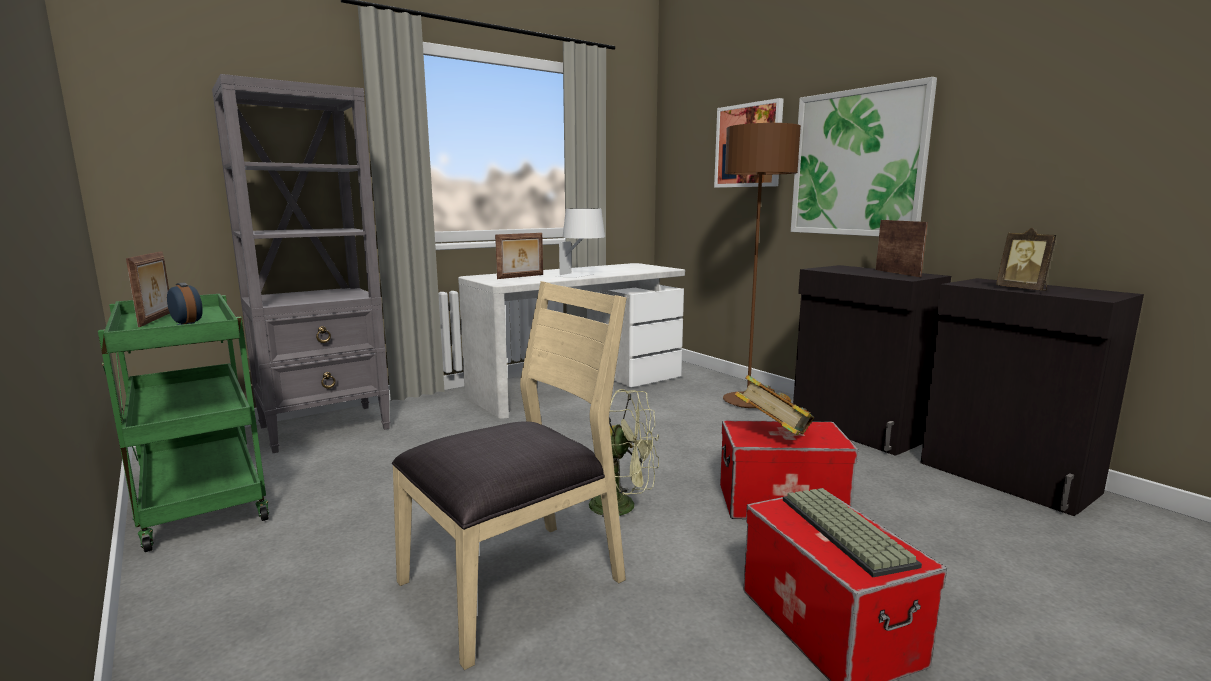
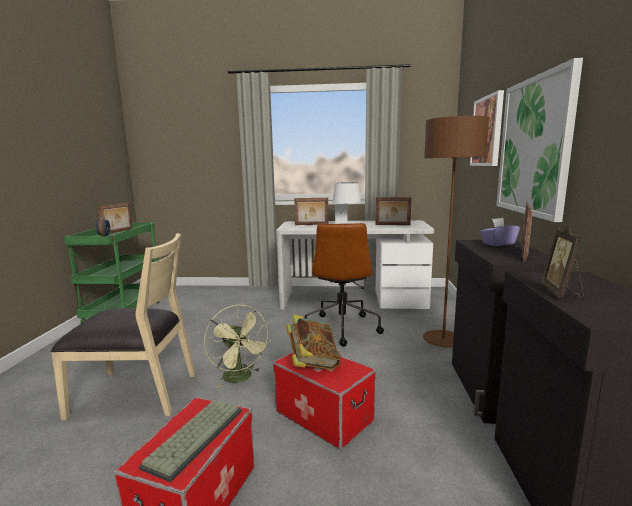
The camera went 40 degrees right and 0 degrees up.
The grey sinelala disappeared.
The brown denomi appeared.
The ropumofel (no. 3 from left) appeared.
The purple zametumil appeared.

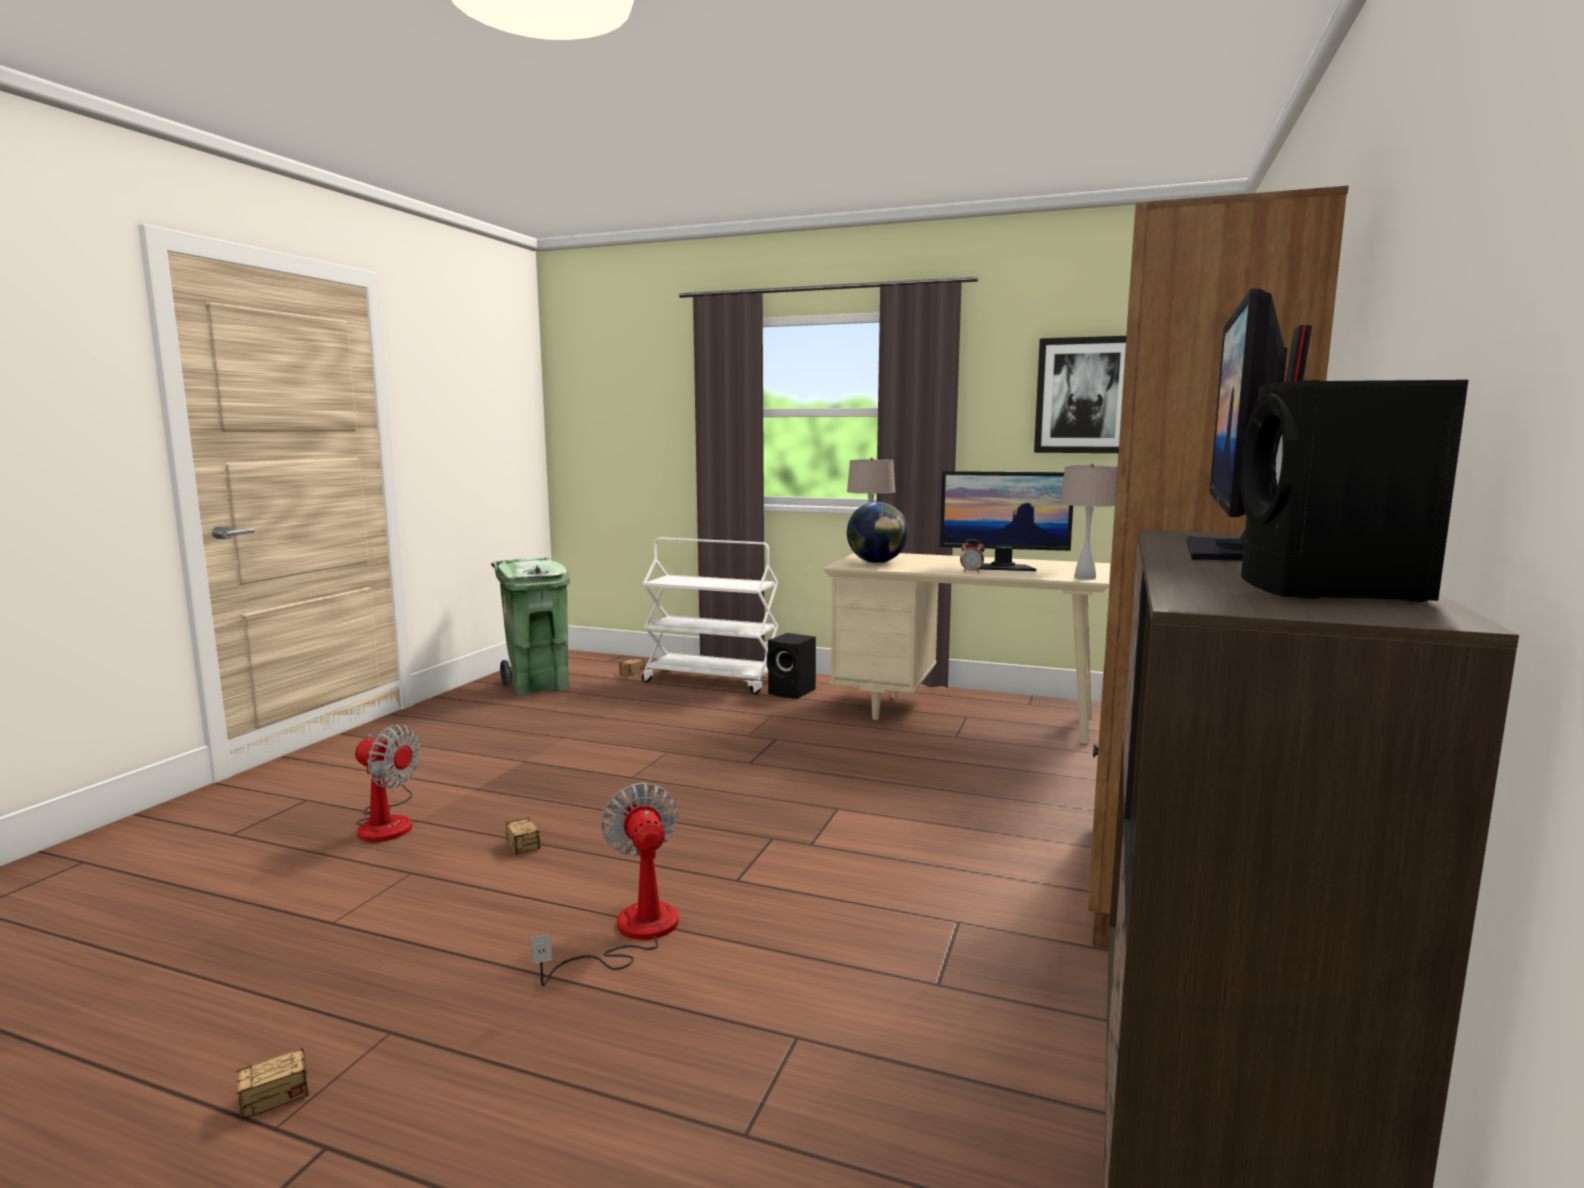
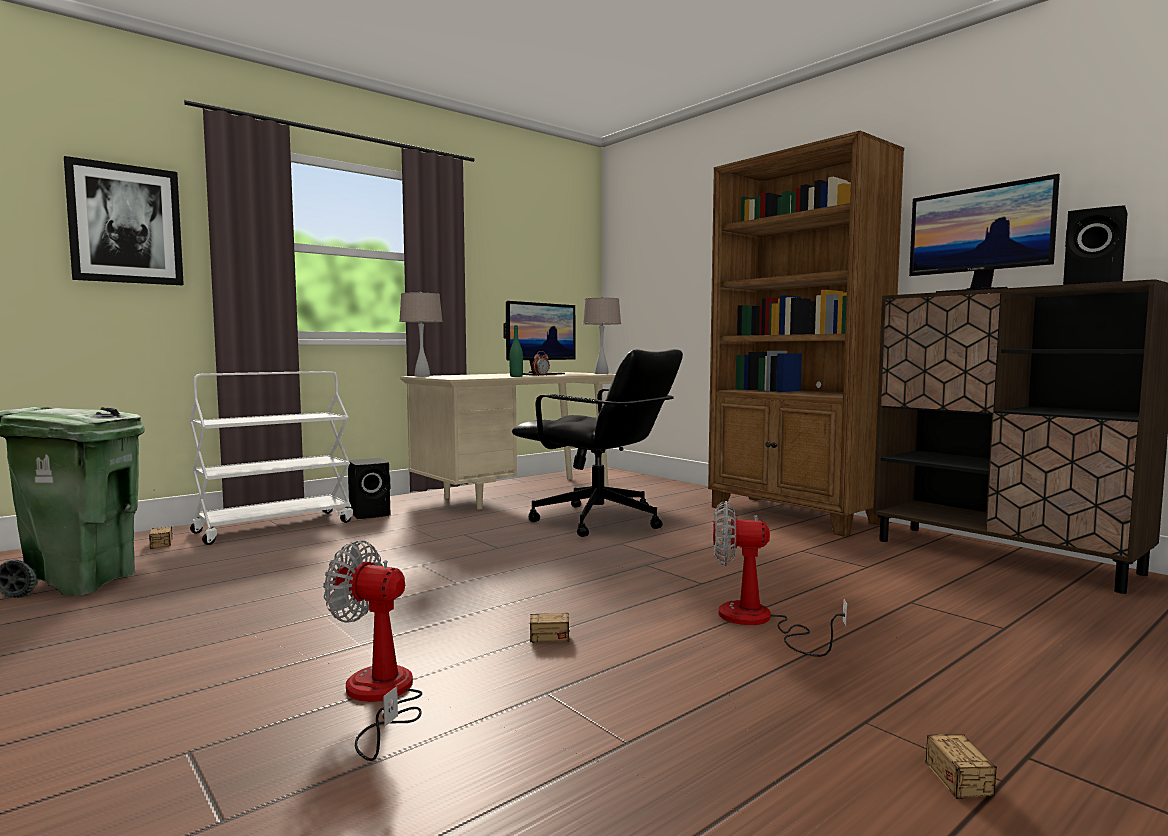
The camera went 60 degrees left and 5 degrees down.
The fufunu disappeared.
The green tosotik appeared.
The black denomi appeared.
The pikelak moved.
The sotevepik (no. 1 from left) turned 120 degrees counterclockwise.

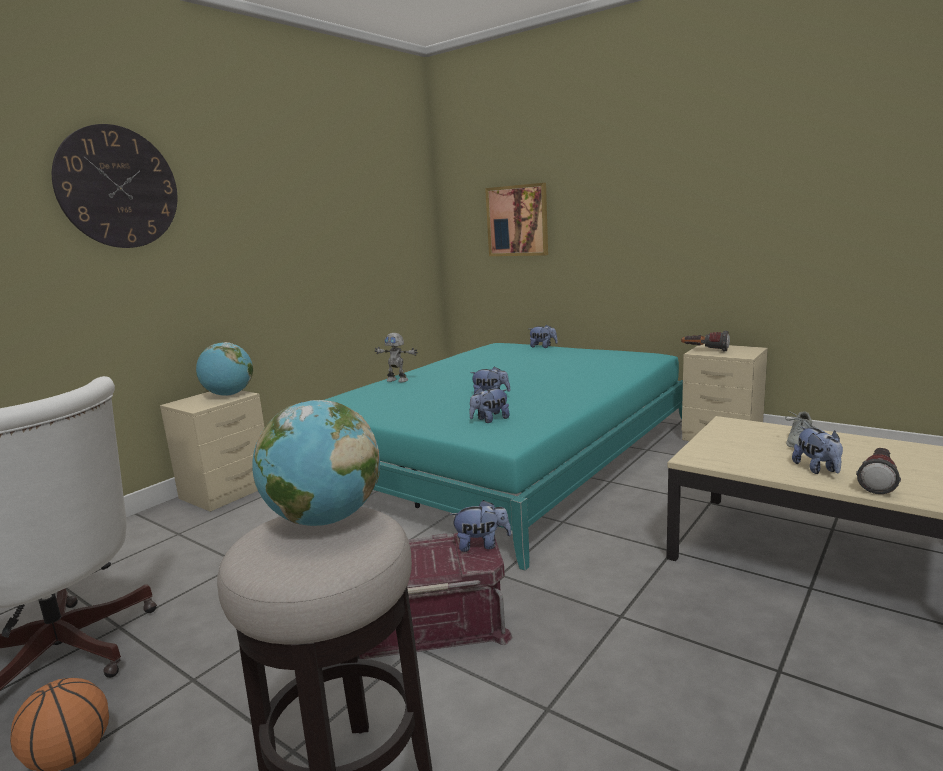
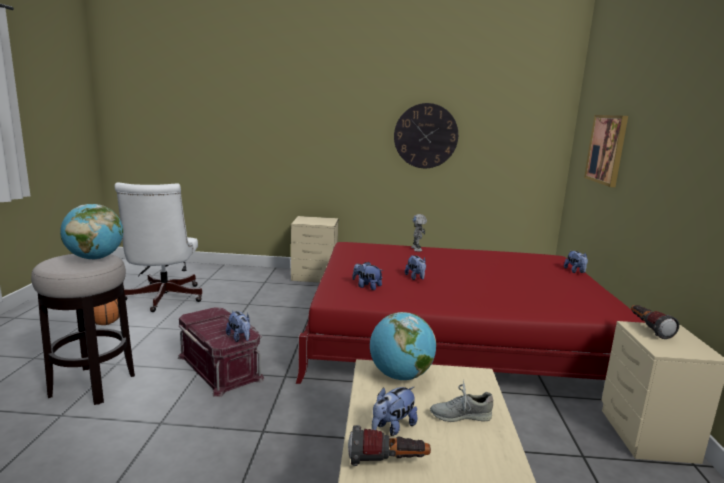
The camera went 55 degrees right and 0 degrees up.
The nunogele moved.
The fufunu (no. 1 from left in the first image) moved.
The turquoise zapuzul became the red zapuzul.

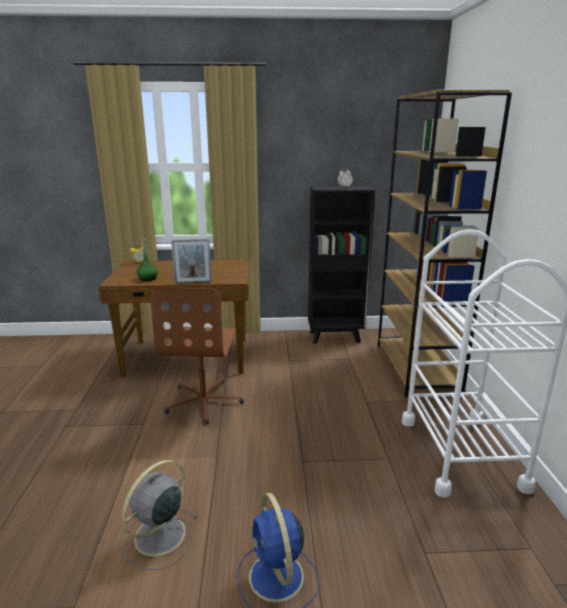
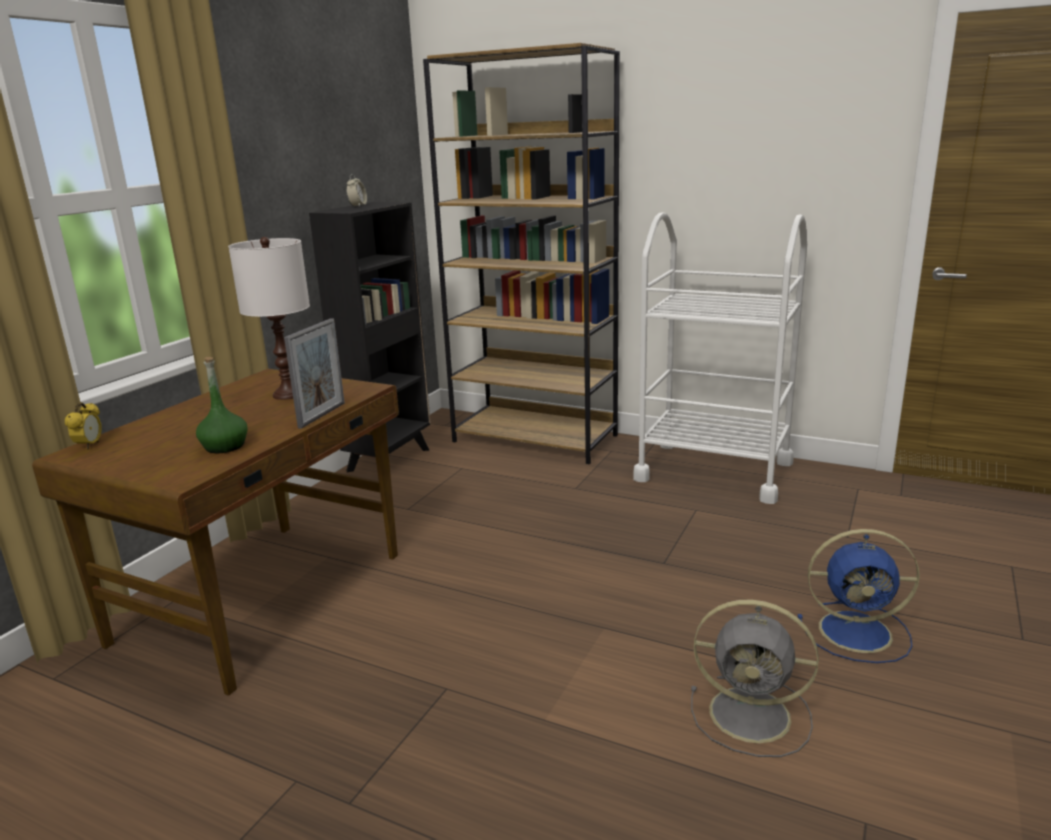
The camera went 60 degrees left and 0 degrees up.
The brown denomi disappeared.
The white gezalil appeared.
The grey sotevepik turned 45 degrees counterclockwise.

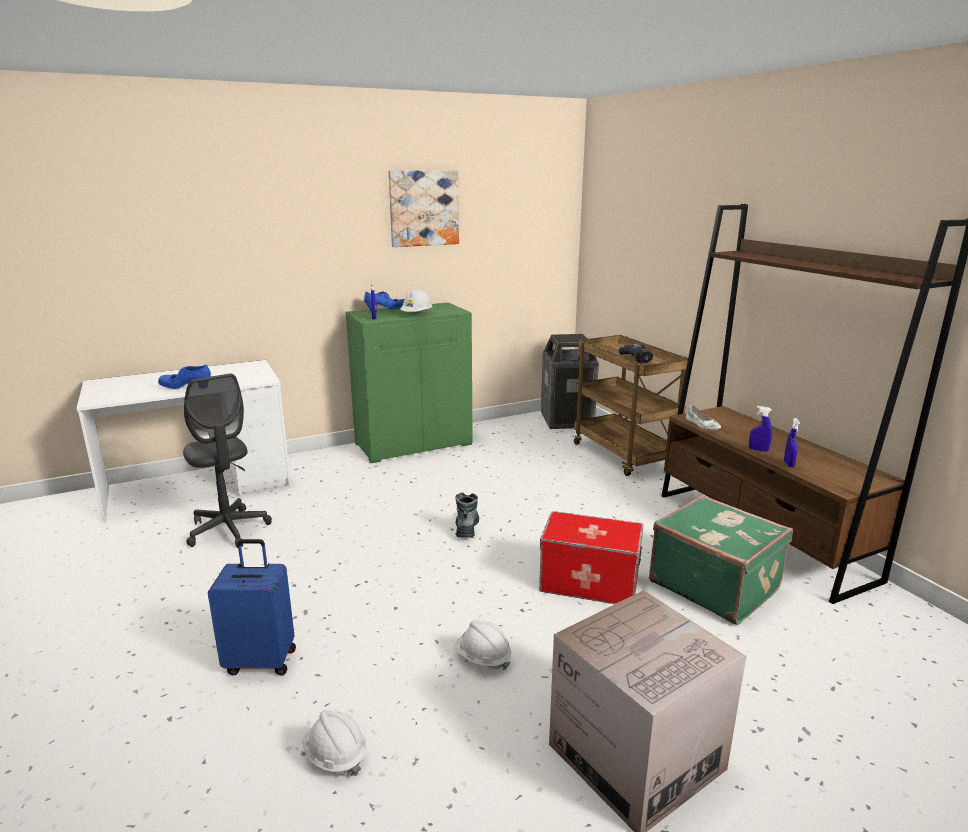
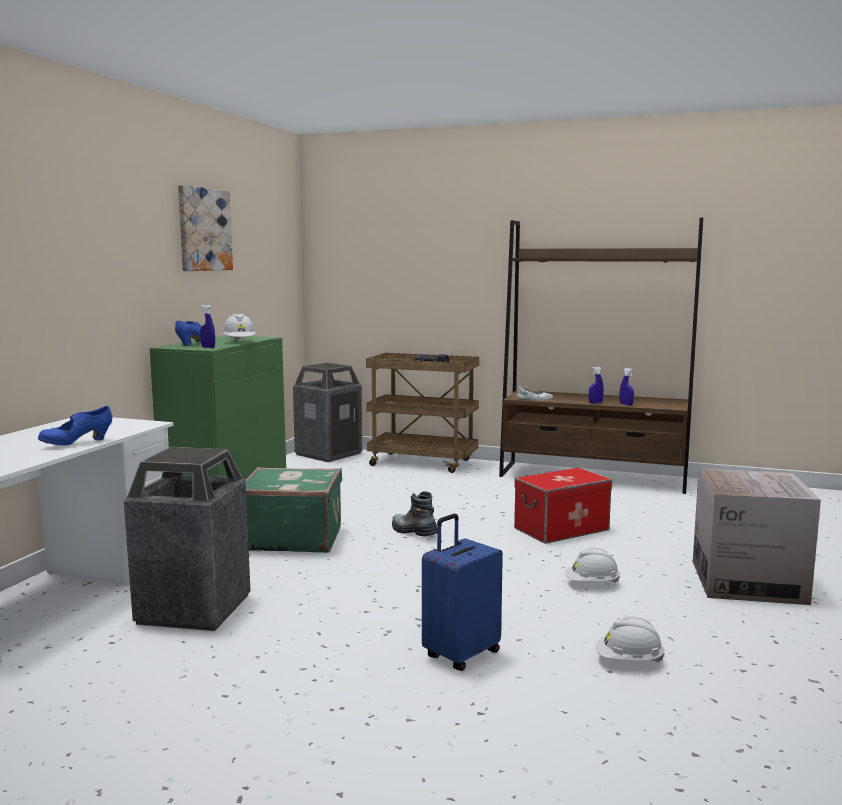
The camera went 45 degrees left and 10 degrees down.
The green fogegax moved.
The grey denomi was replaced by the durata (no. 1 from left).

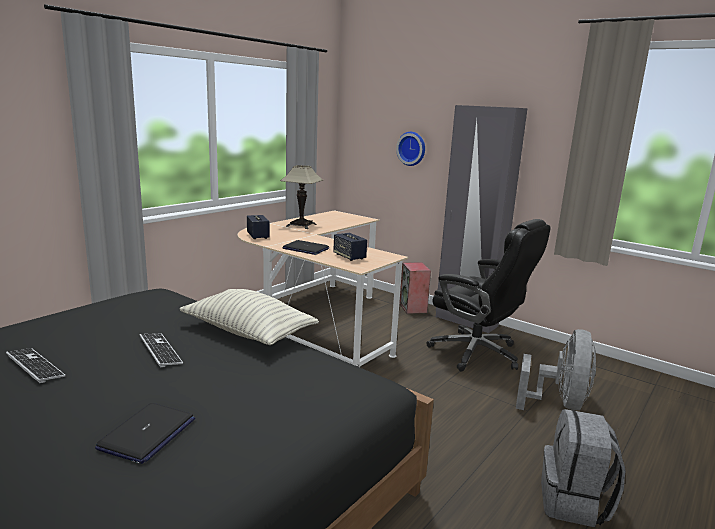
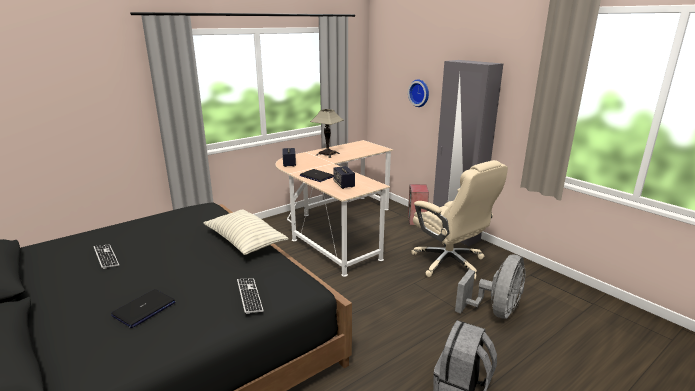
The camera went 15 degrees right and 5 degrees up.
The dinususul (no. 2 from left) moved.
The black denomi became the beige denomi.

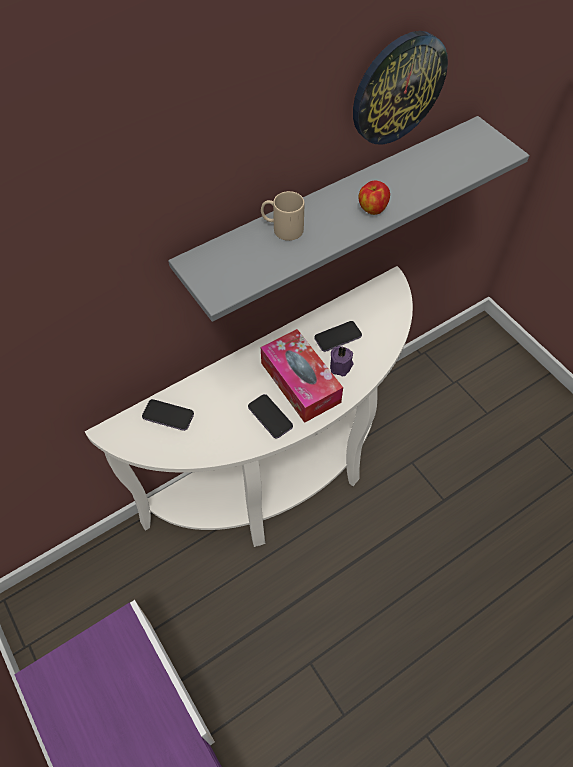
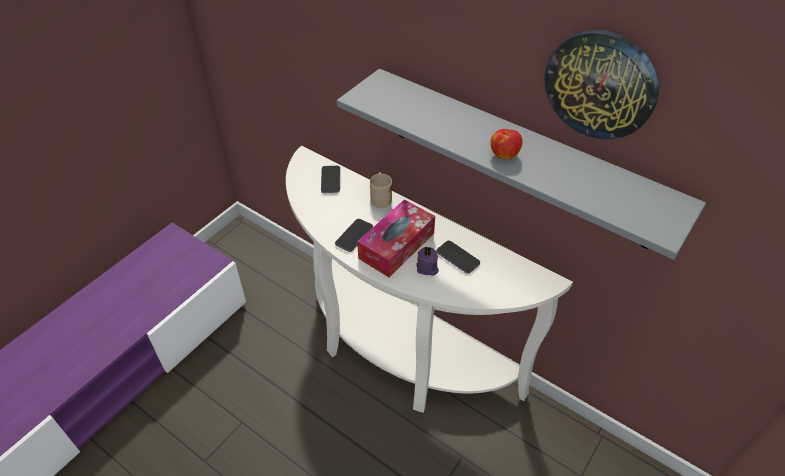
The camera went 70 degrees right and 10 degrees down.
The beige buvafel moved.

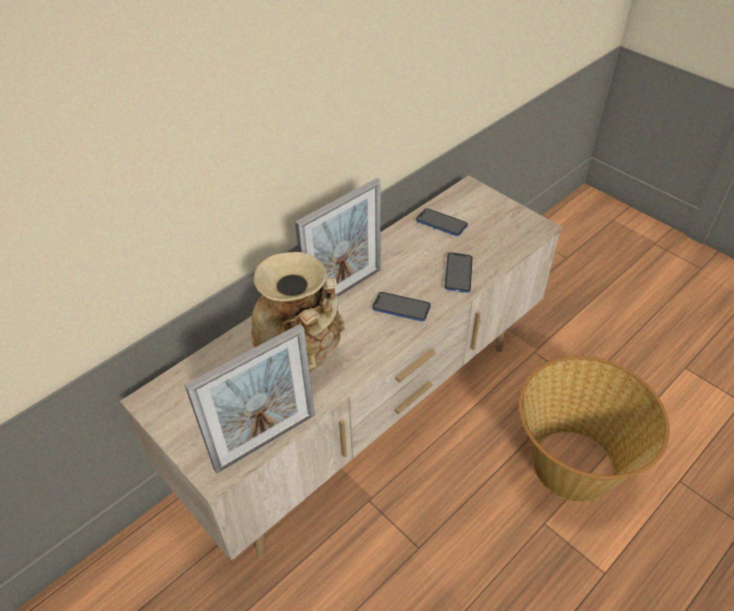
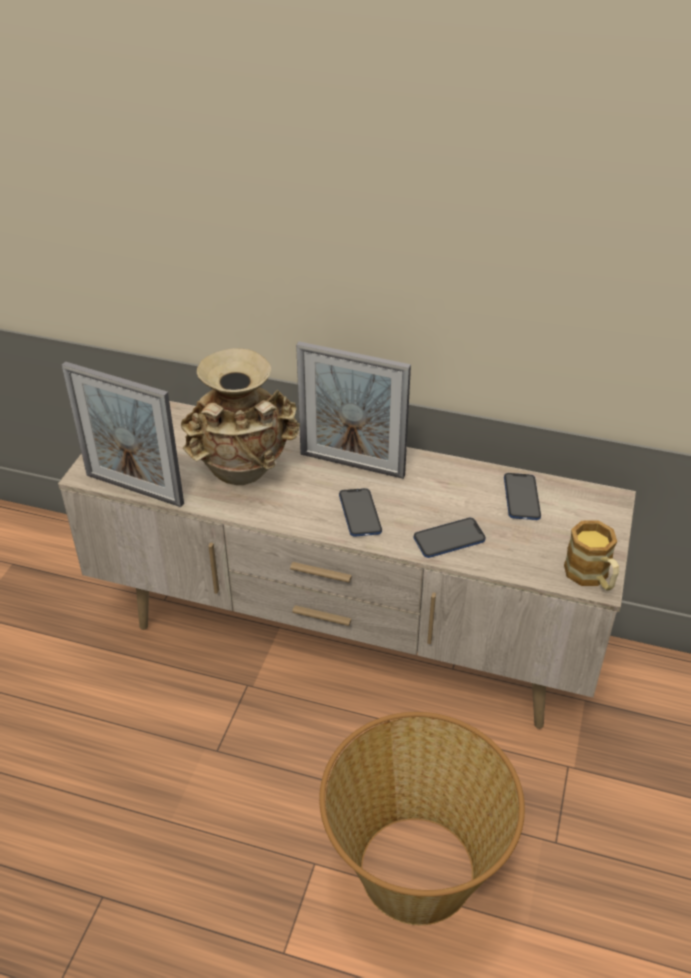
The camera went 60 degrees right and 5 degrees down.
The buvafel appeared.

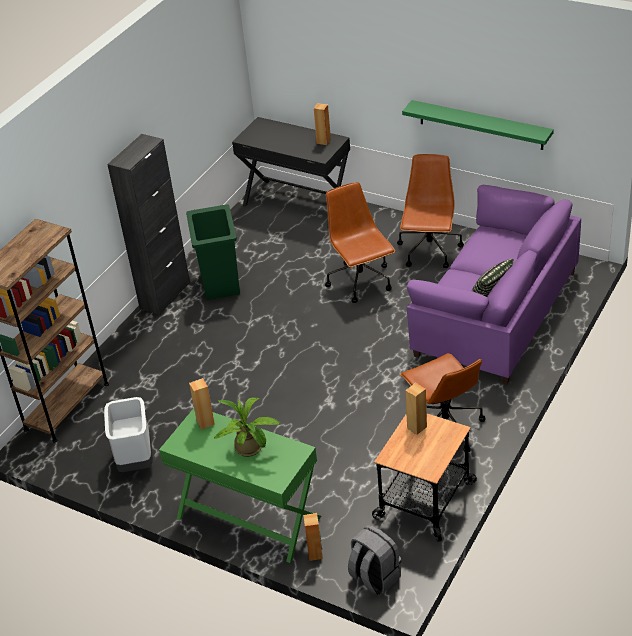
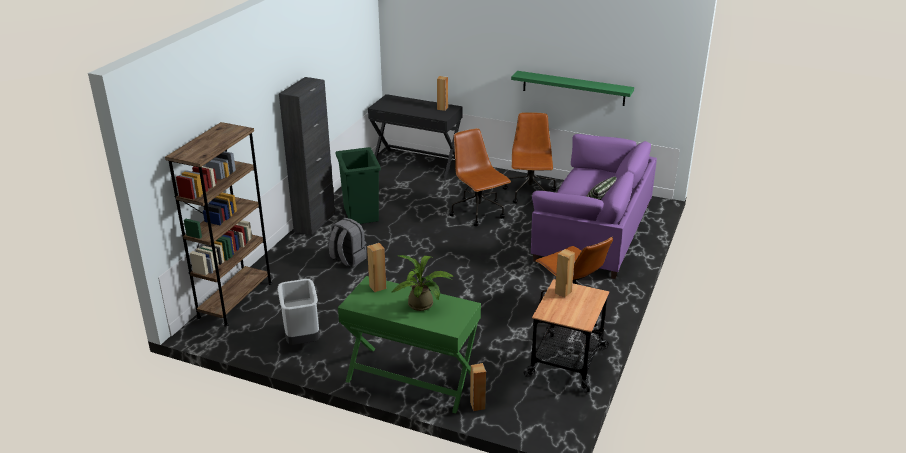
The camera went 10 degrees left and 10 degrees down.
The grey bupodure moved.

